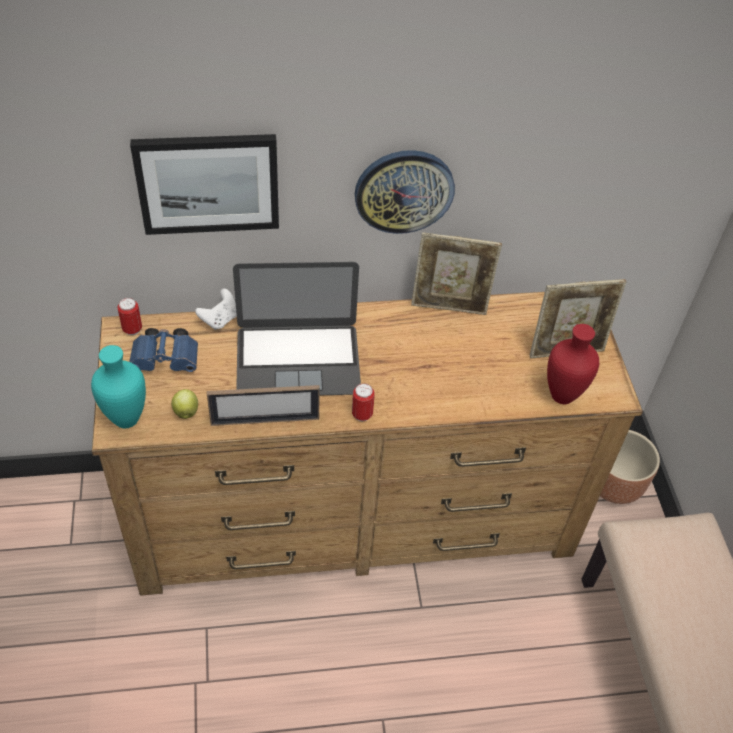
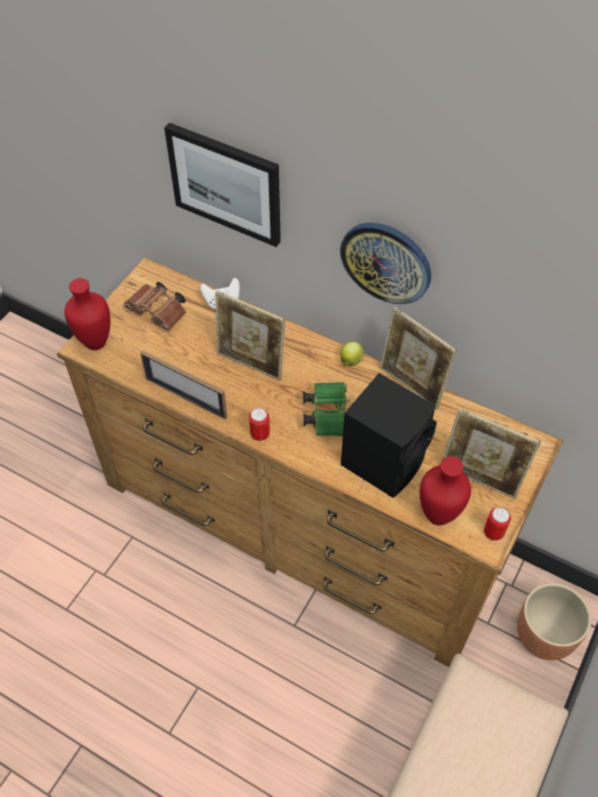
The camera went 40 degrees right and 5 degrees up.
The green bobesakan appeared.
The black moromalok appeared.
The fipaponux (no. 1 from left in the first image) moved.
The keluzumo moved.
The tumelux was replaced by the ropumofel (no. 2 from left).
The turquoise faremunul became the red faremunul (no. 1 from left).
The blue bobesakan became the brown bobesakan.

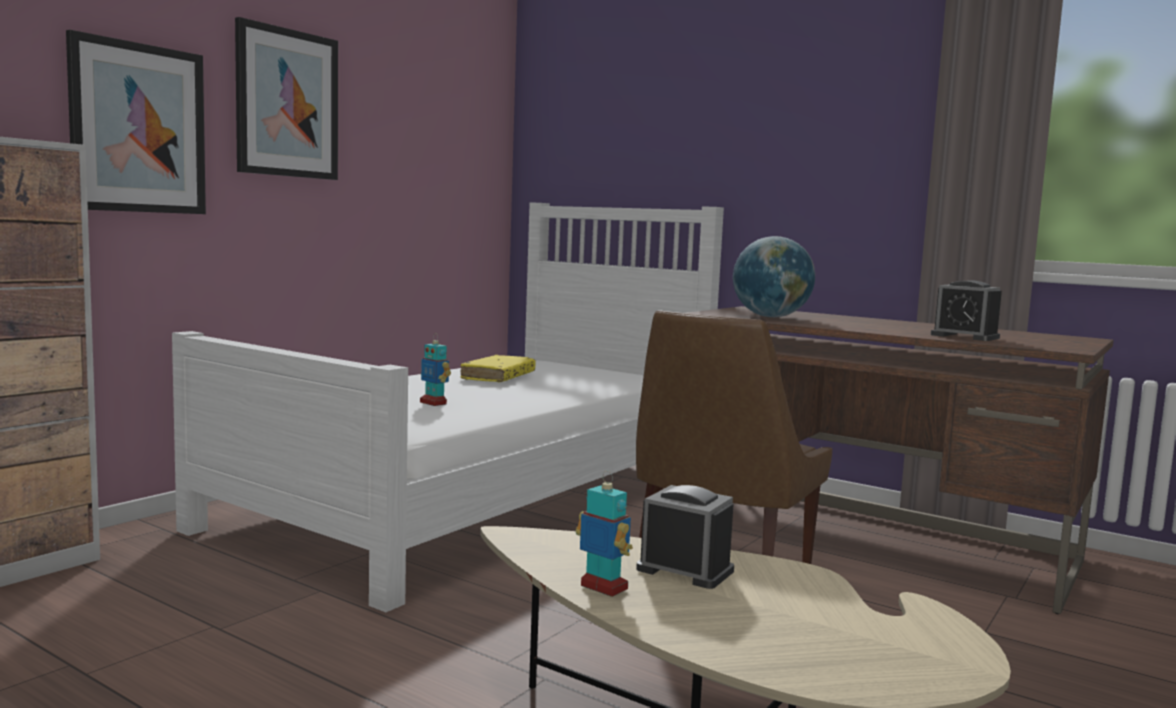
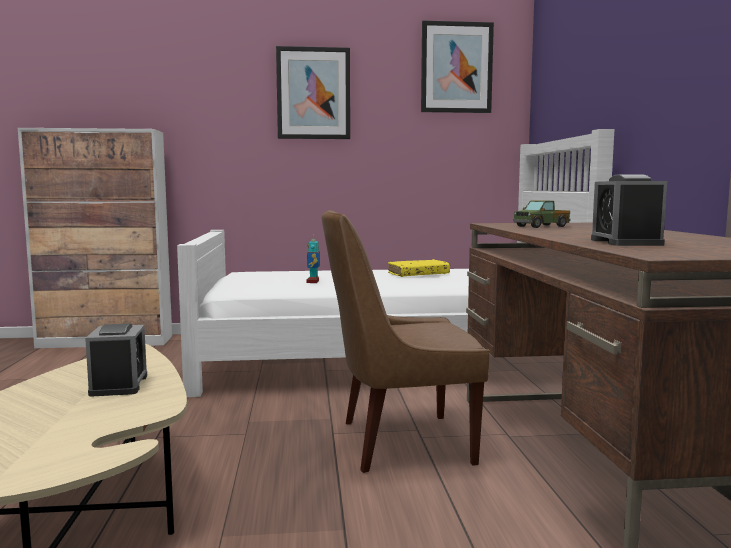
The camera went 50 degrees right and 0 degrees up.
The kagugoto (no. 2 from left) disappeared.
The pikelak (no. 1 from left in the first image) moved.
The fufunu was replaced by the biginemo.

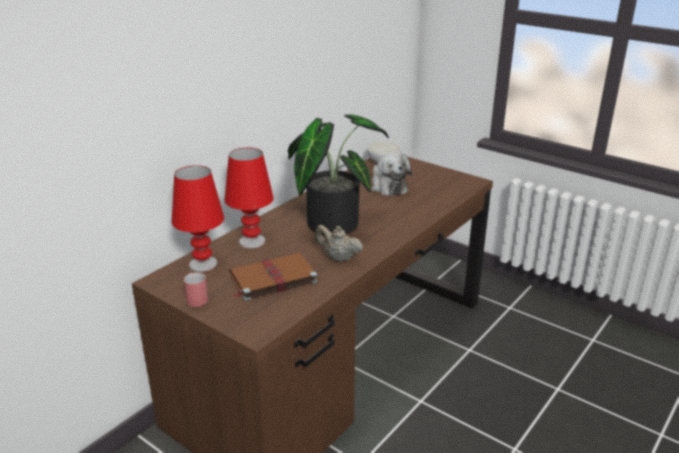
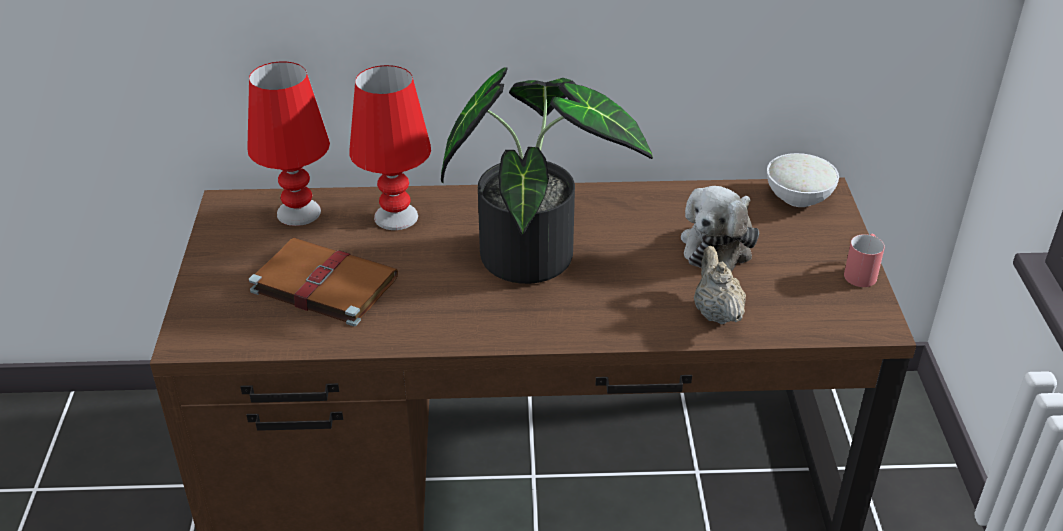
The camera went 50 degrees right and 10 degrees up.
The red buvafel moved.
The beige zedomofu moved.

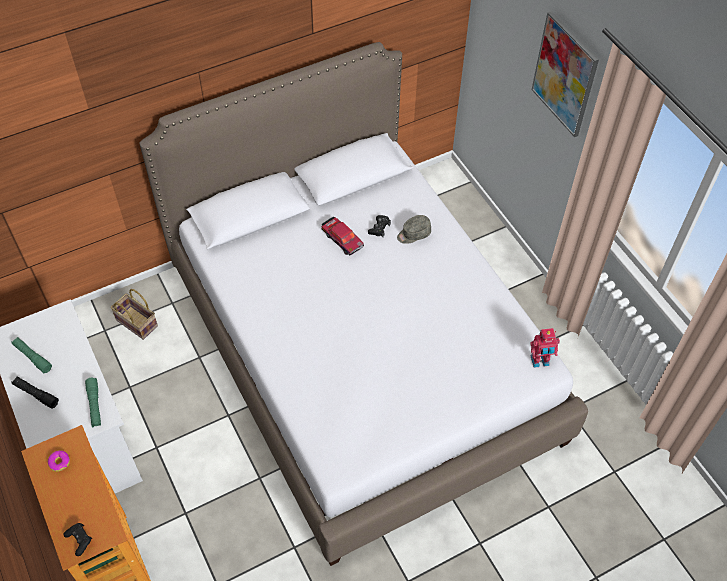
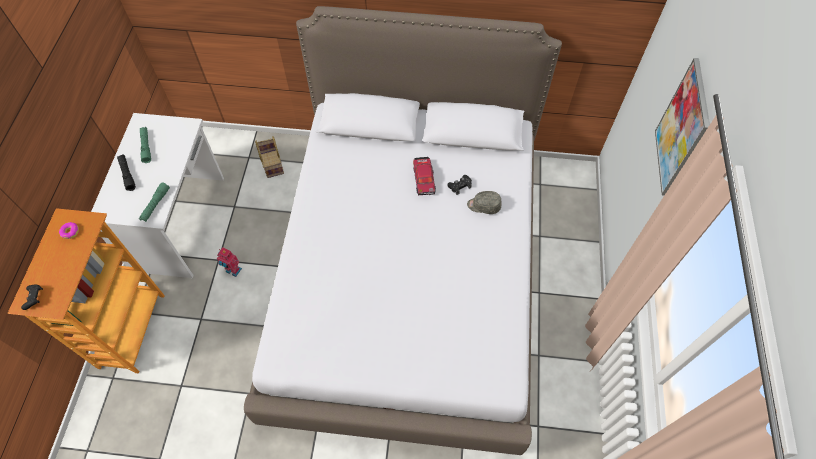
The camera went 35 degrees right and 5 degrees up.
The kagugoto moved.

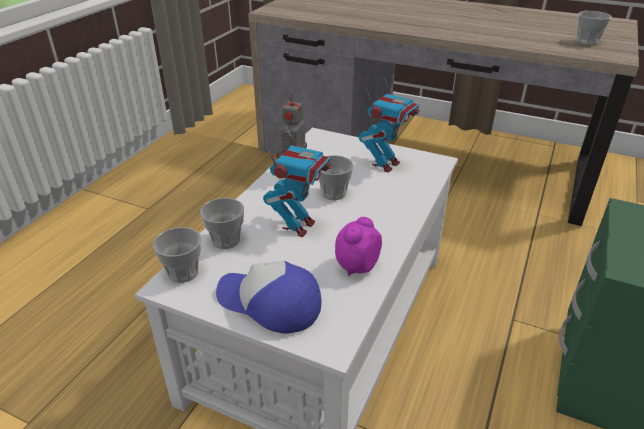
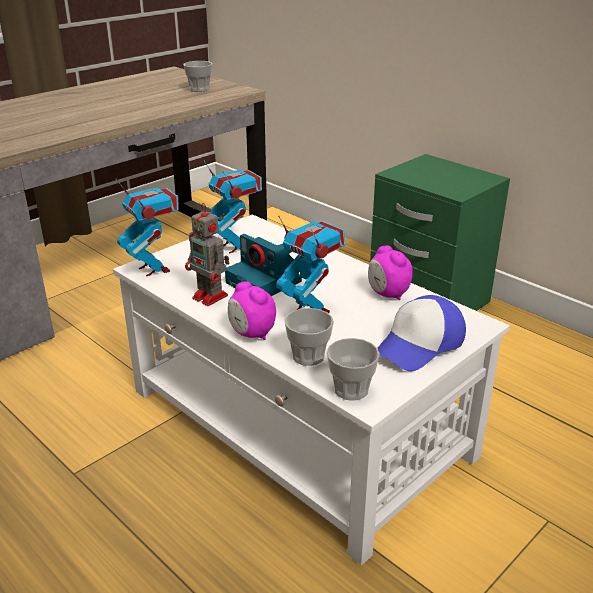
The camera went 70 degrees left and 5 degrees down.
The kagugoto (no. 1 from left) appeared.
The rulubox (no. 1 from left) appeared.
The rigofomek (no. 3 from left) was replaced by the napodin.

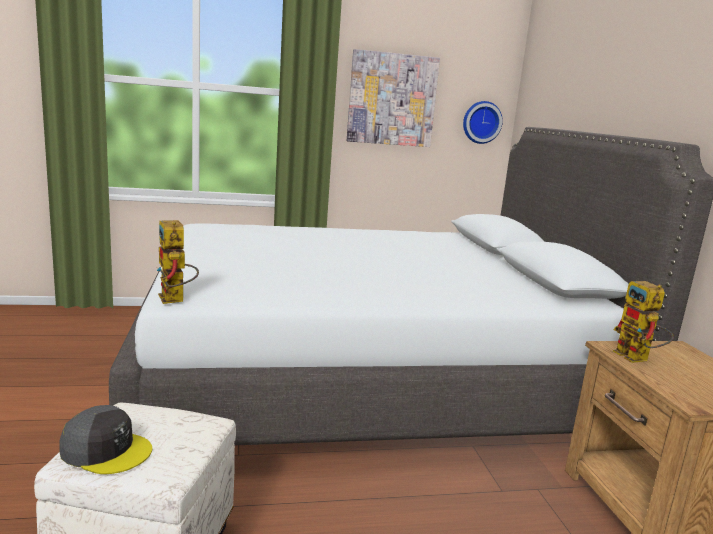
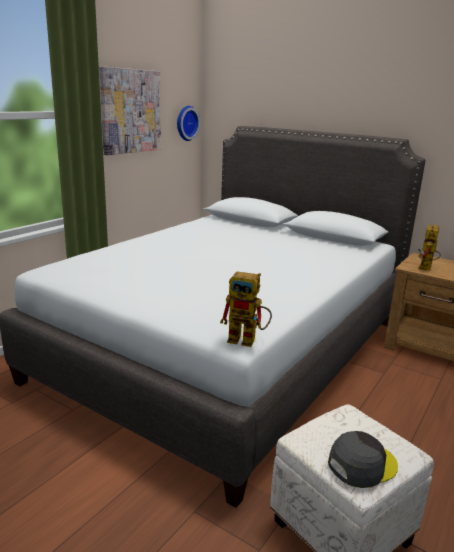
The camera went 45 degrees left and 5 degrees up.
The kagugoto (no. 2 from left) turned 90 degrees clockwise.

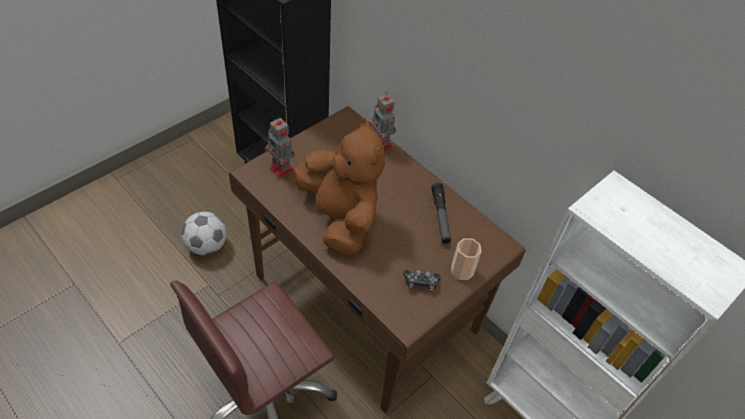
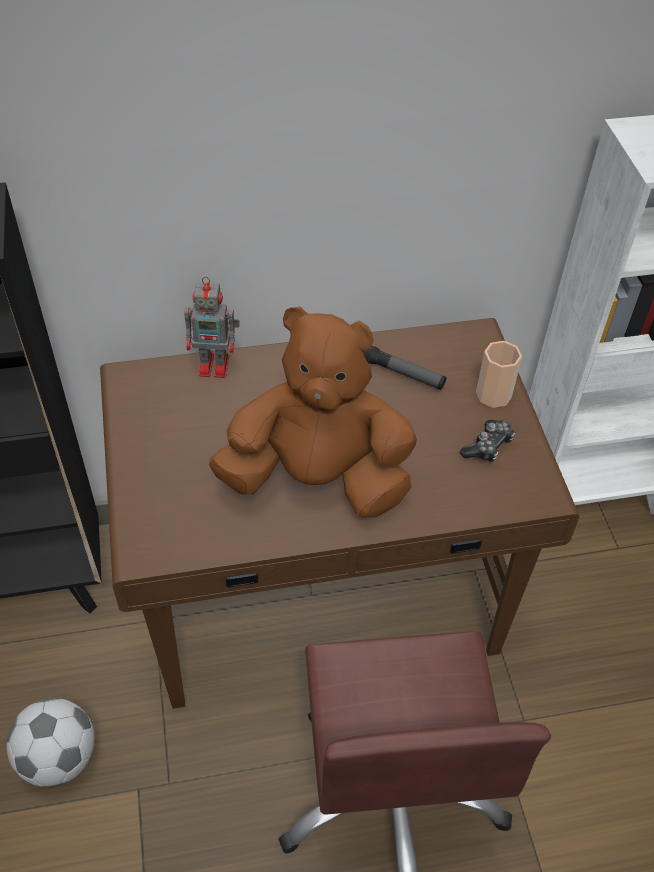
The camera went 55 degrees left and 0 degrees up.
The kagugoto (no. 1 from left) disappeared.

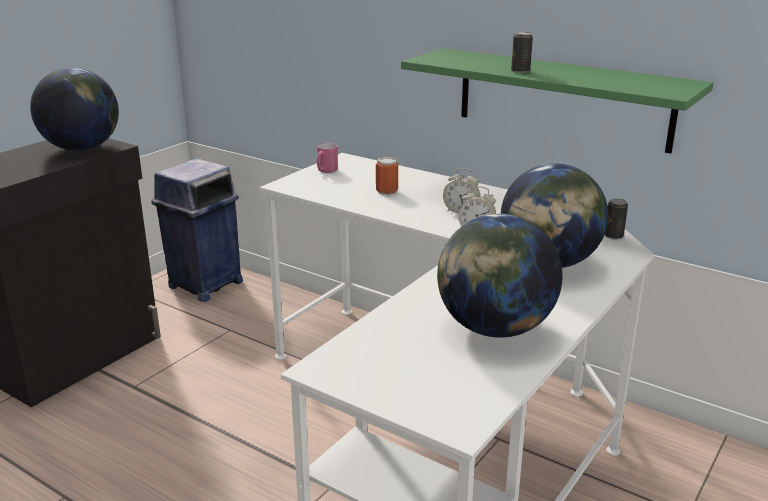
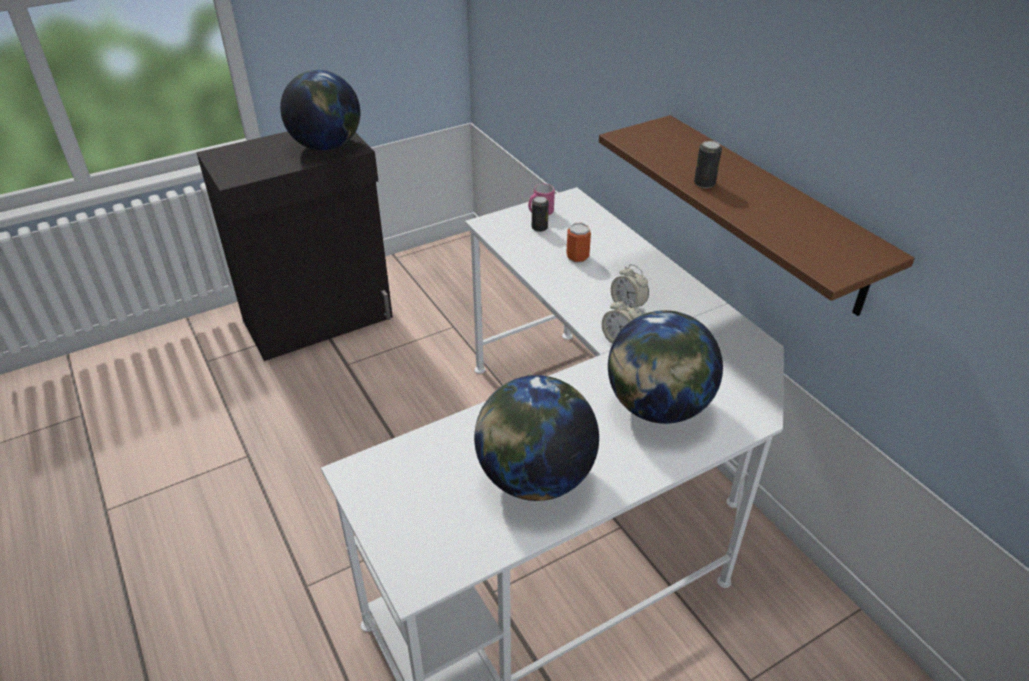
The camera went 25 degrees right and 15 degrees up.
The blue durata disappeared.
The fipaponux (no. 3 from left in the first image) moved.
The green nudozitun became the brown nudozitun.

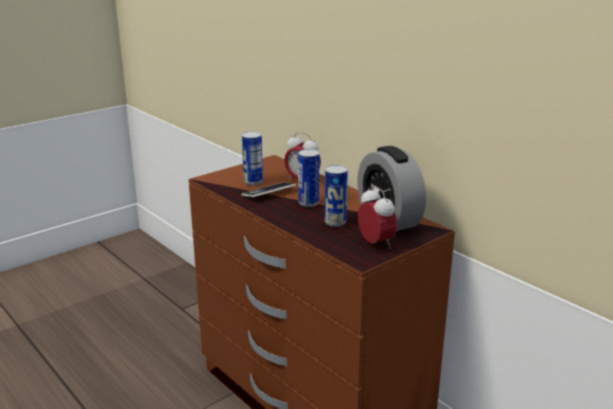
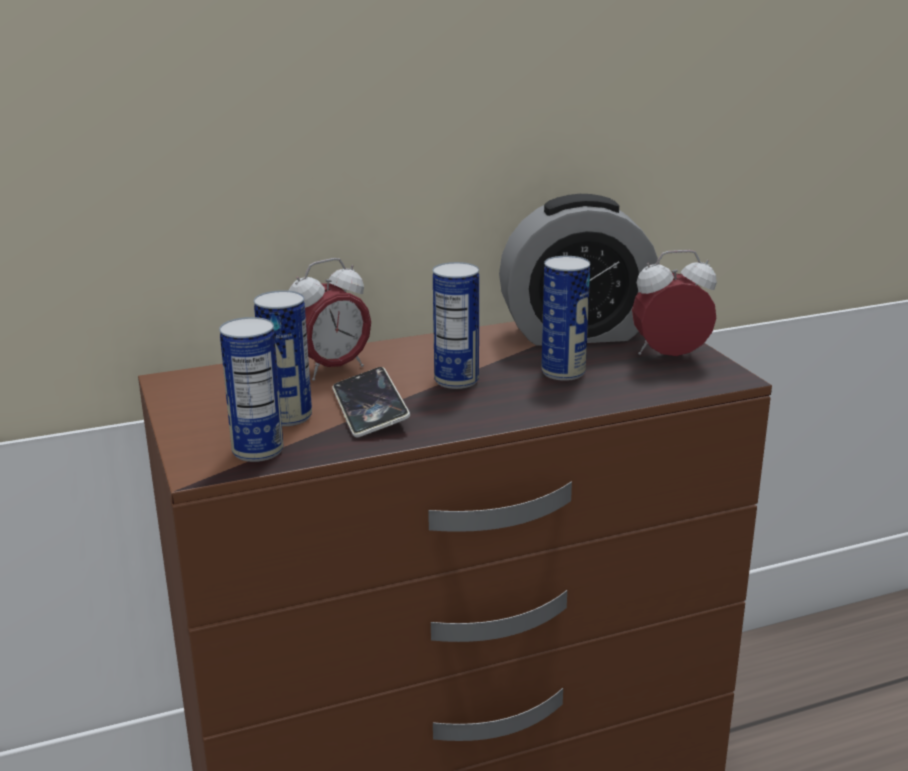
The camera went 70 degrees left and 0 degrees up.
The fipaponux (no. 1 from left) appeared.

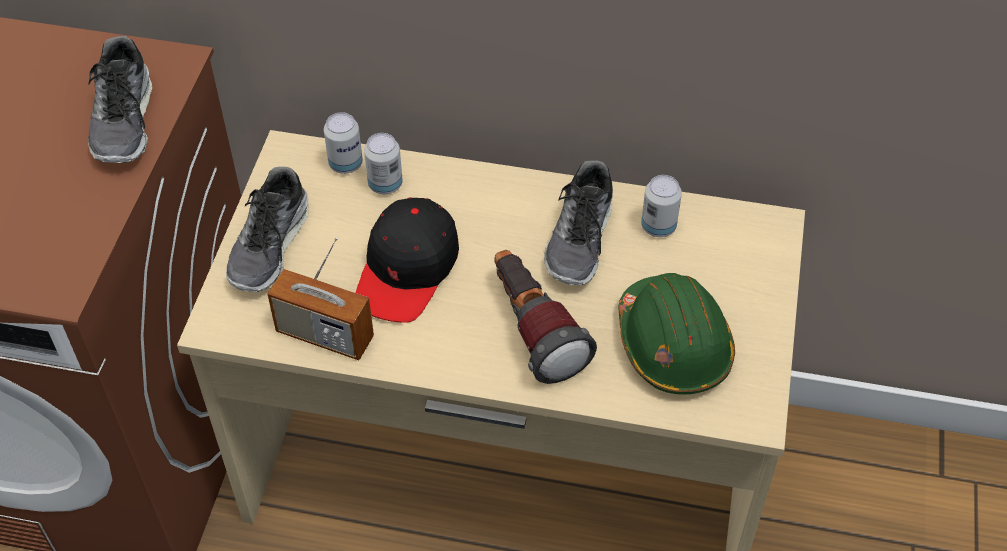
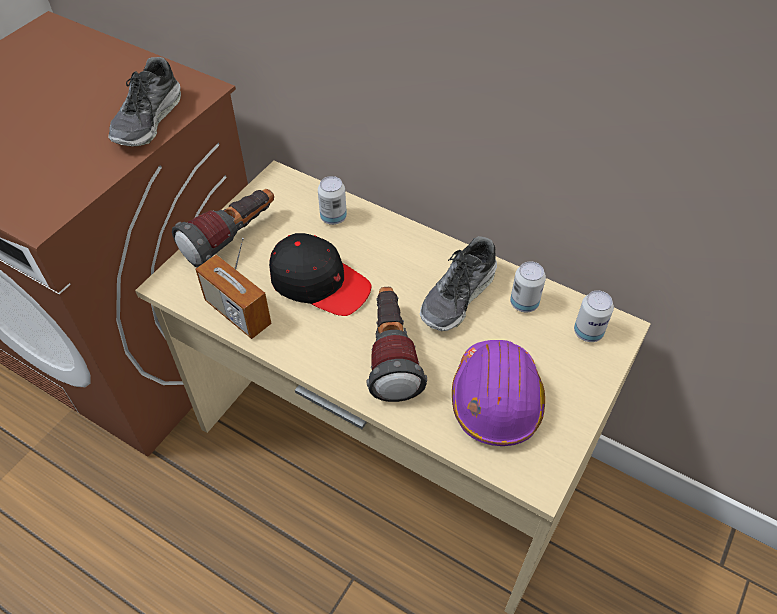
The camera went 20 degrees right and 0 degrees up.
The fipaponux (no. 1 from left in the first image) moved.
The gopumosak (no. 2 from left) was replaced by the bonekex (no. 1 from left).
The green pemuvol became the purple pemuvol.
The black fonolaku turned 105 degrees counterclockwise.

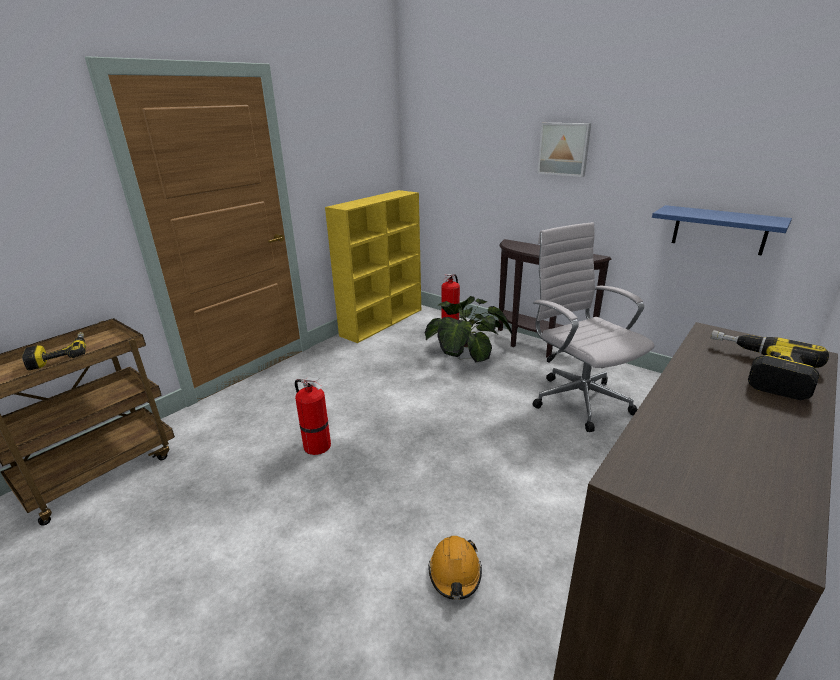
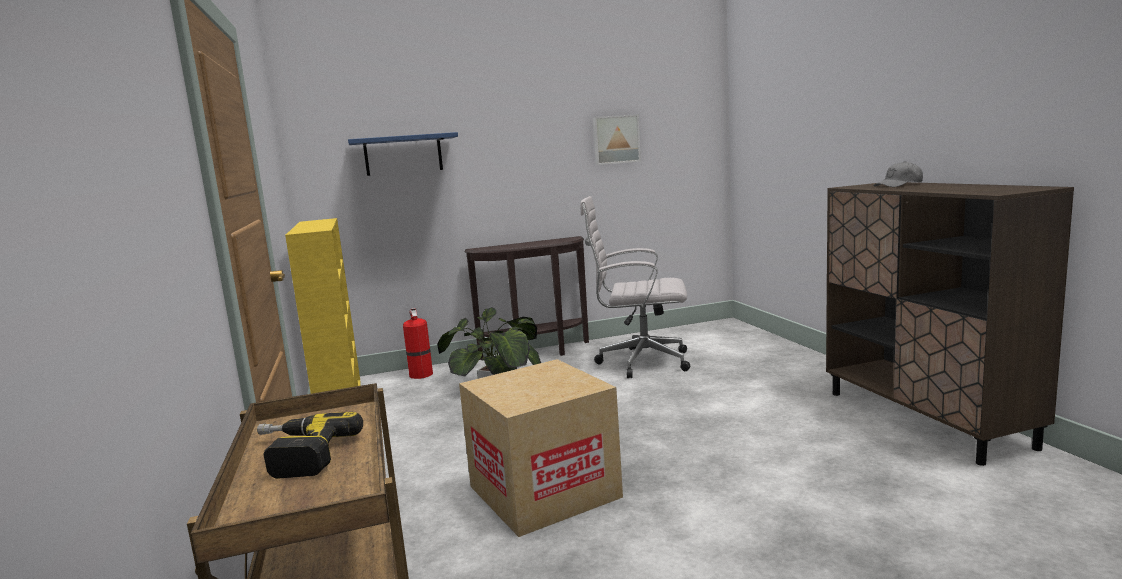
The camera went 55 degrees left and 15 degrees down.
The orange pemuvol disappeared.
The pikelak moved.
The blue nudozitun moved.
The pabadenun (no. 1 from left) was replaced by the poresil.
The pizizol (no. 2 from left) was replaced by the grey fonolaku.

